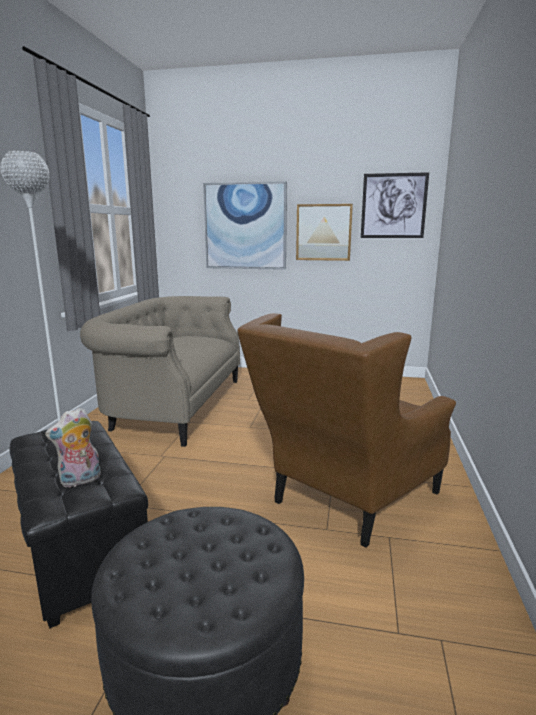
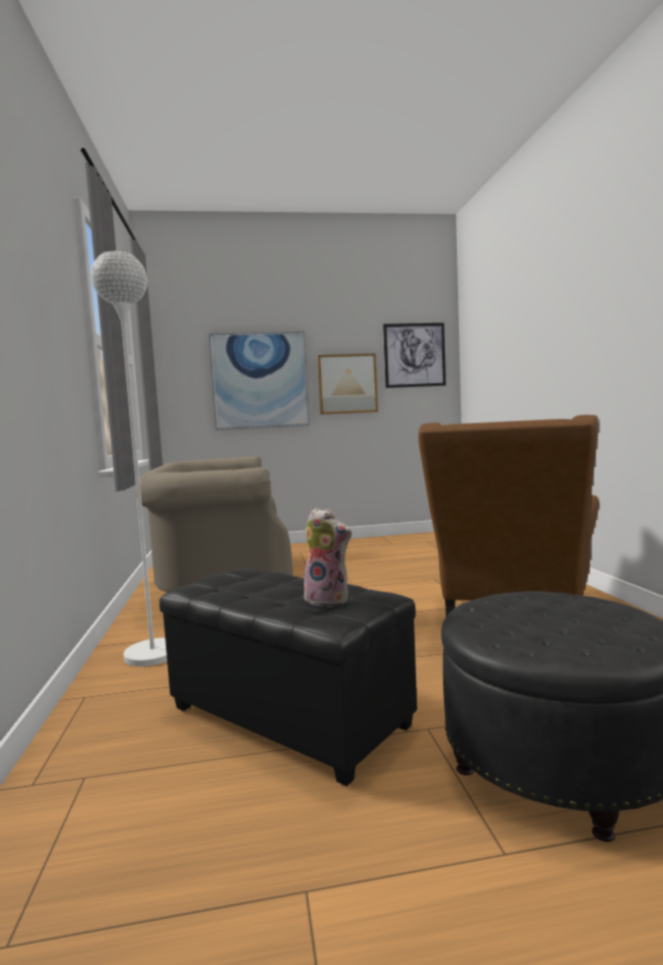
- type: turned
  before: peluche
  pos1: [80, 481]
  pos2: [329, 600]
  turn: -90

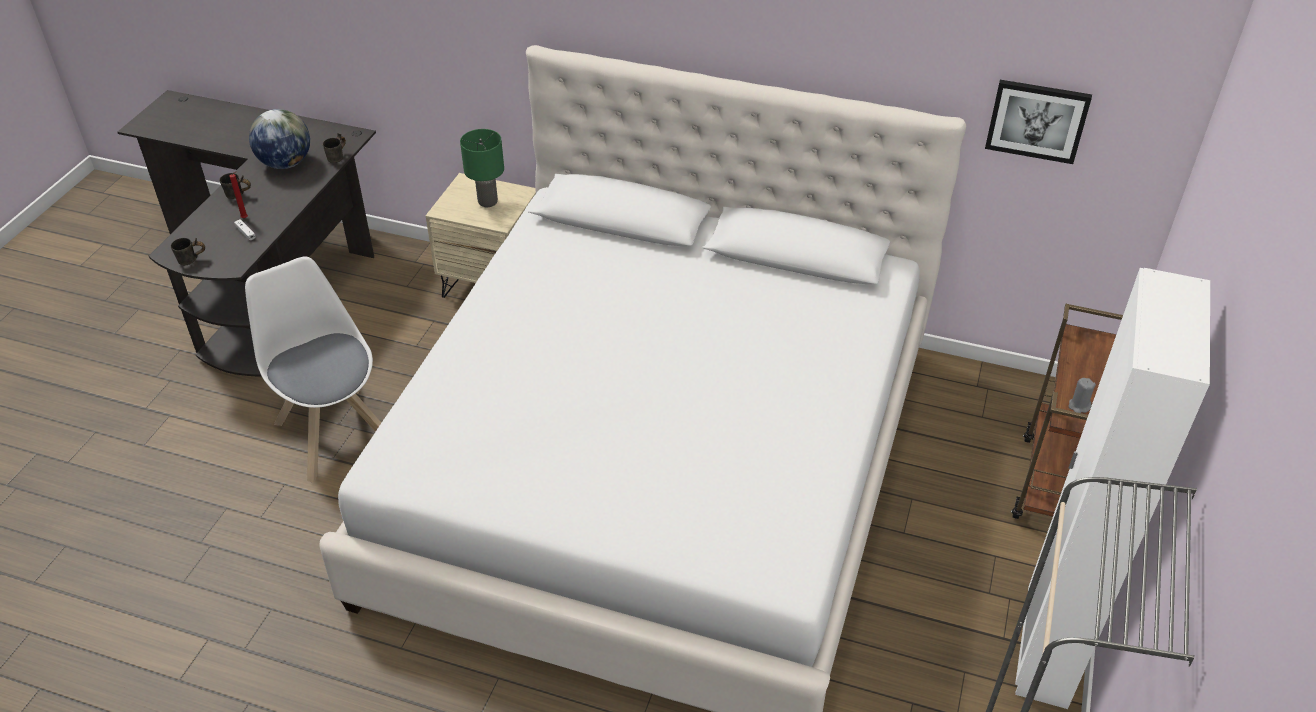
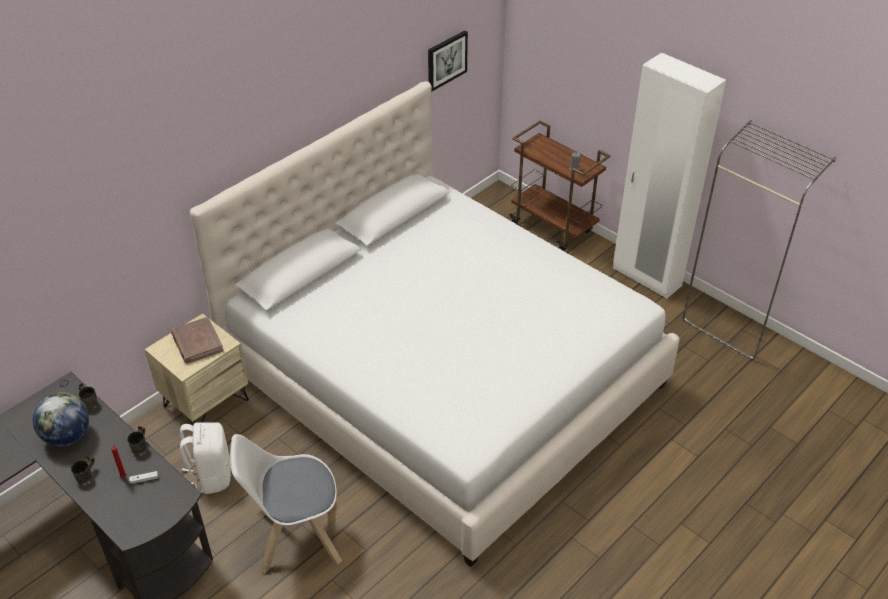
- type: moved
  before: taza grande/gris
  pos1: [191, 261]
  pos2: [142, 446]
- type: replaced
  before: lámpara de mesa/verde
  after: libro/marrón
  pos1: [489, 202]
  pos2: [197, 342]
- type: added
  after: mochila/blanco
  pos2: [211, 475]

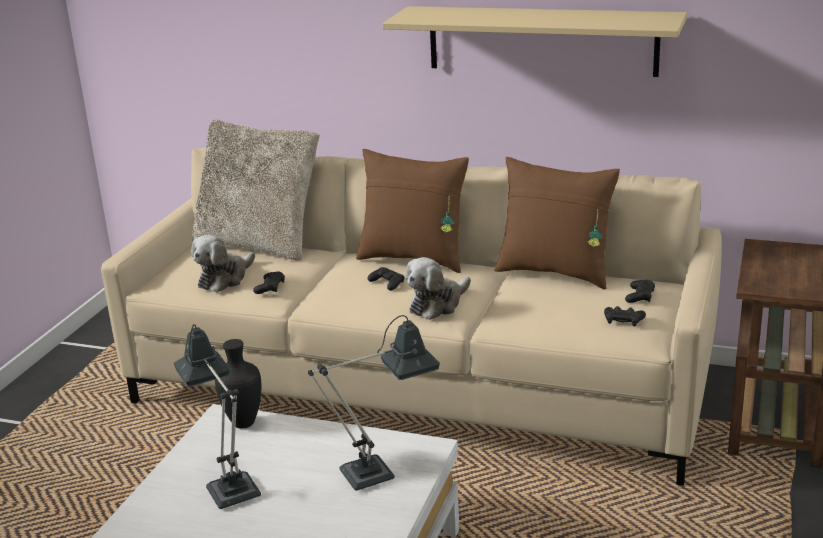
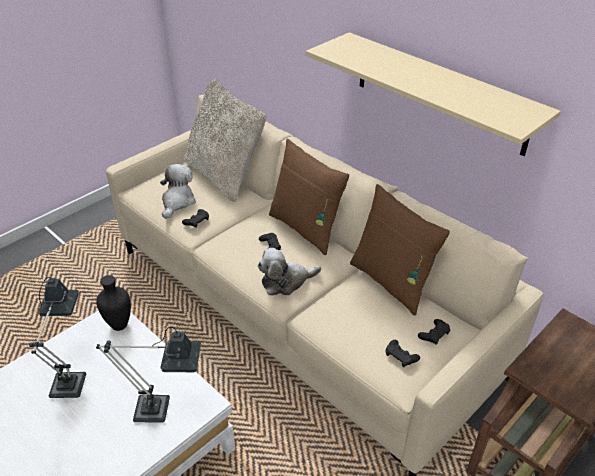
- type: turned
  before: peluche
  pos1: [224, 278]
  pos2: [177, 202]
  turn: 135

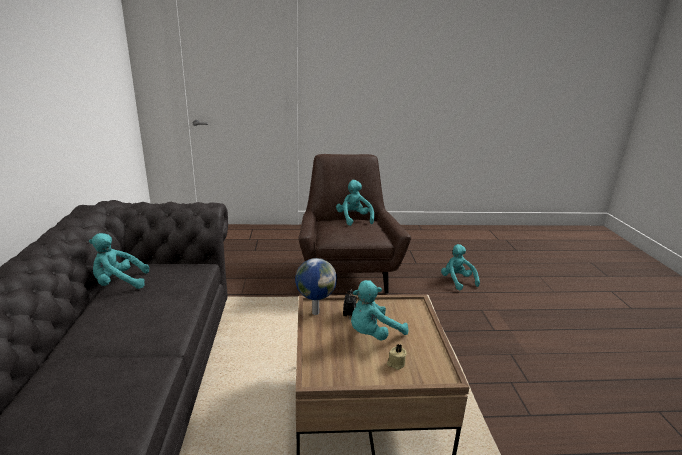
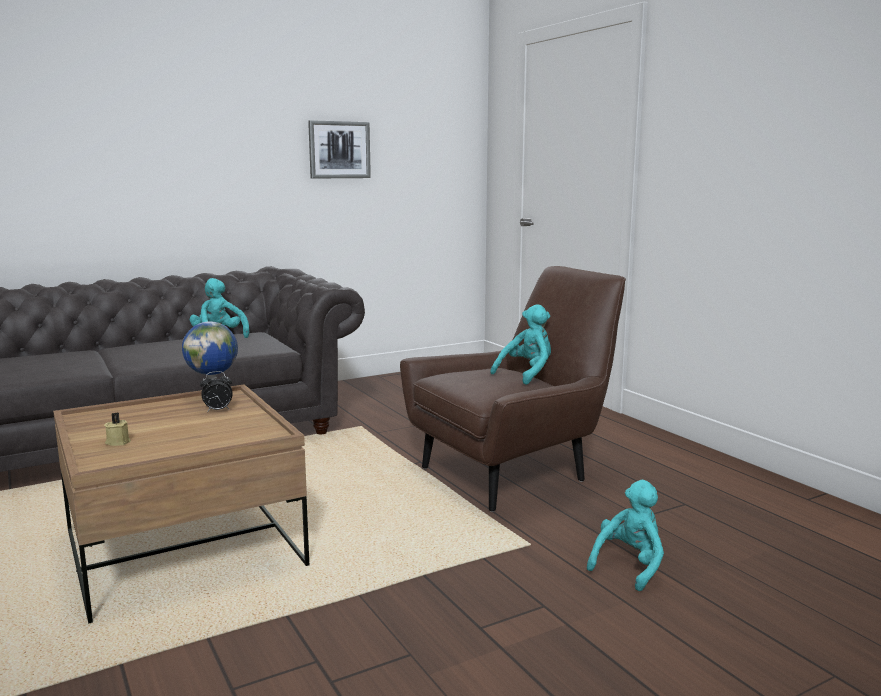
- type: added
  after: cuadro
  pos2: [339, 150]
- type: removed
  before: peluche/turquesa
  pos1: [373, 334]

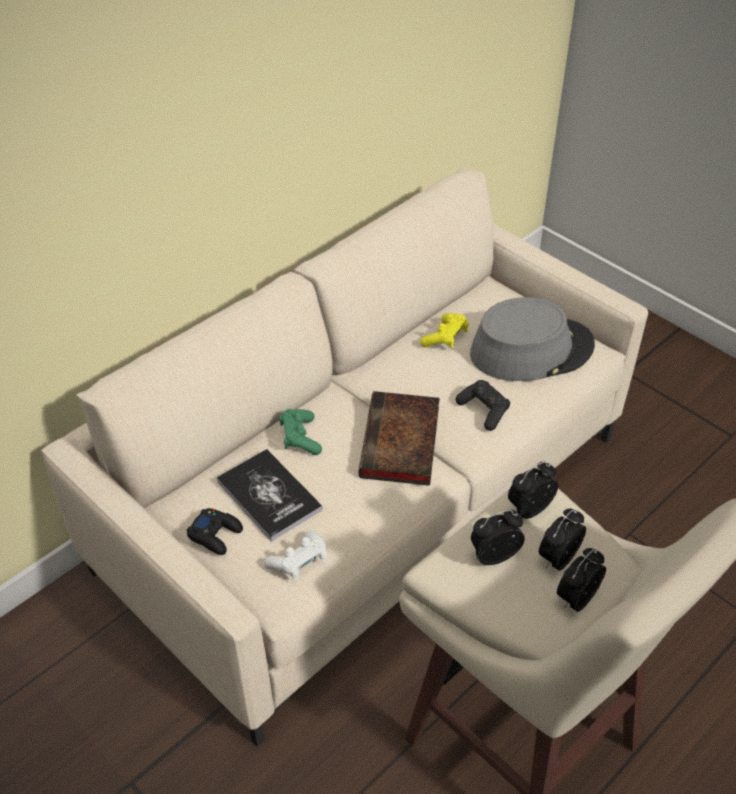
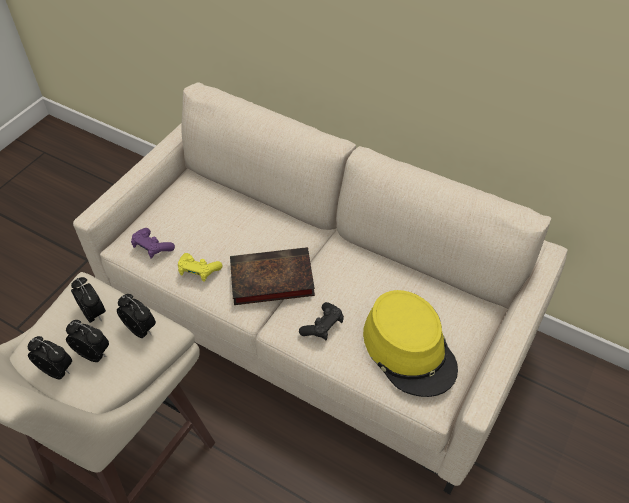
- type: recoloured
  before: mando de consola/blanco
  after: mando de consola/morado
  pos1: [299, 562]
  pos2: [152, 248]
- type: moved
  before: mando de consola/amarillo
  pos1: [445, 338]
  pos2: [198, 271]
- type: recoloured
  before: sombrero/gris
  after: sombrero/amarillo
  pos1: [531, 350]
  pos2: [409, 349]
- type: removed
  before: mando de consola/negro
  pos1: [215, 534]
- type: removed
  before: libro
  pos1: [269, 495]
- type: removed
  before: mando de consola/verde
  pos1: [300, 438]

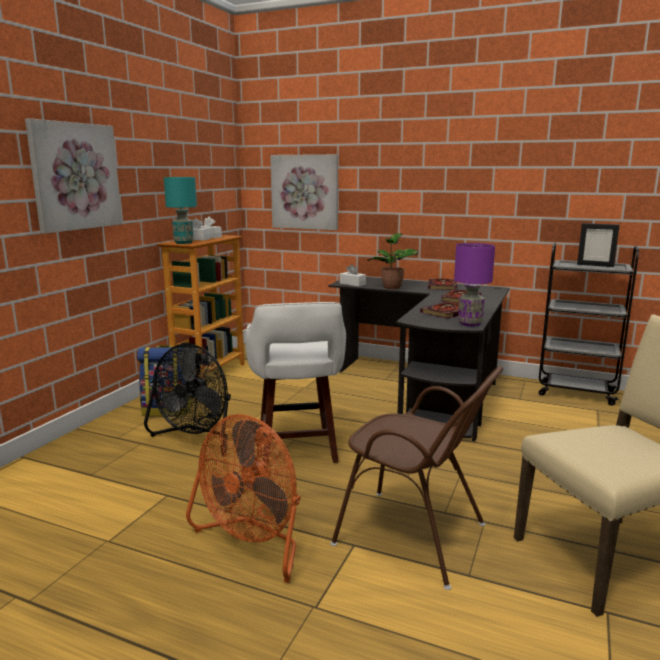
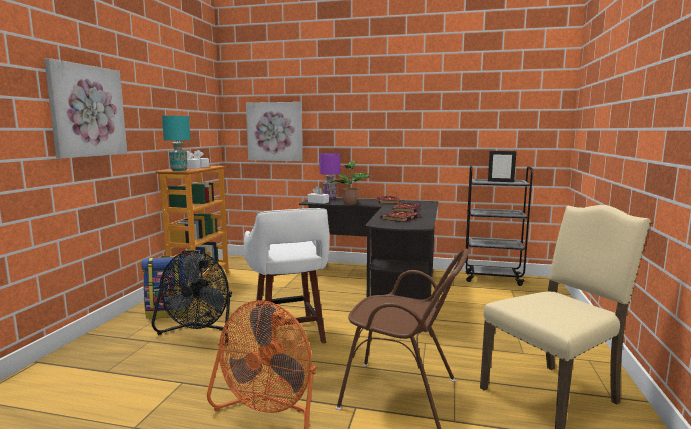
- type: moved
  before: lámpara de mesa/morado
  pos1: [469, 324]
  pos2: [329, 198]

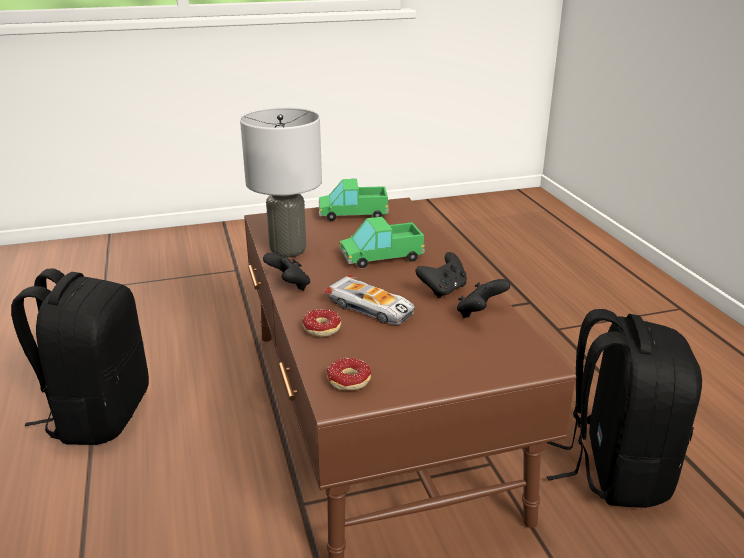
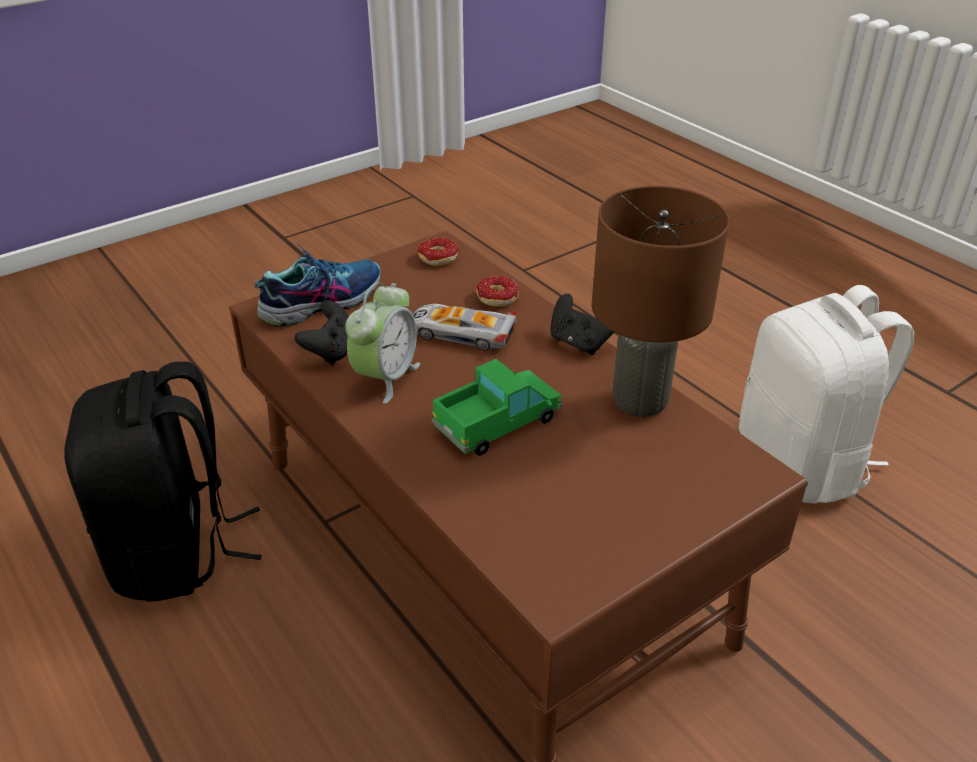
- type: added
  after: zapato
  pos2: [321, 301]
- type: replaced
  before: mando de consola/negro
  after: despertador
  pos1: [443, 290]
  pos2: [385, 378]
- type: recoloured
  before: lámpara de mesa/blanco
  after: lámpara de mesa/marrón
  pos1: [290, 251]
  pos2: [636, 403]
- type: recoloured
  before: mochila/negro
  after: mochila/blanco
  pos1: [99, 414]
  pos2: [803, 464]
- type: removed
  before: camión de juguete
  pos1: [353, 213]

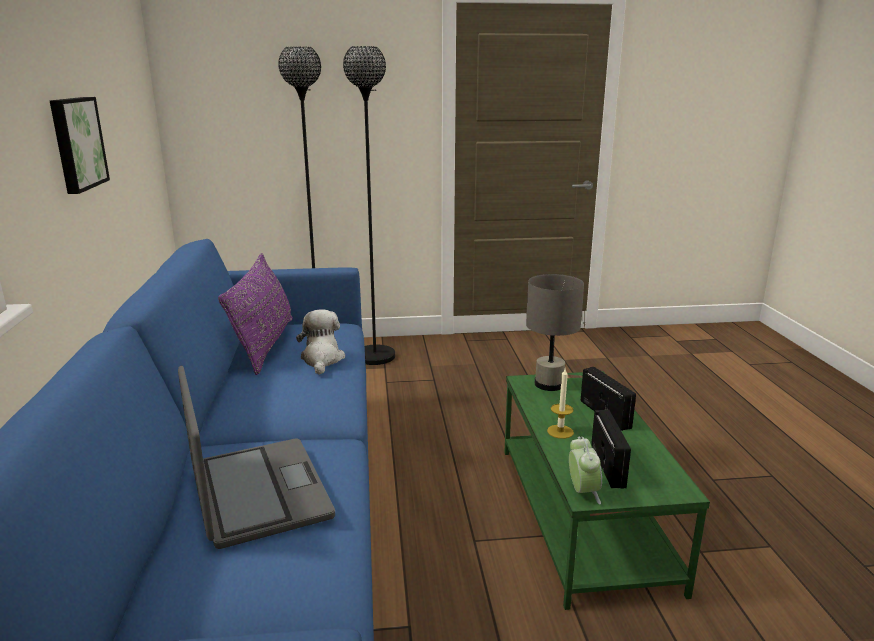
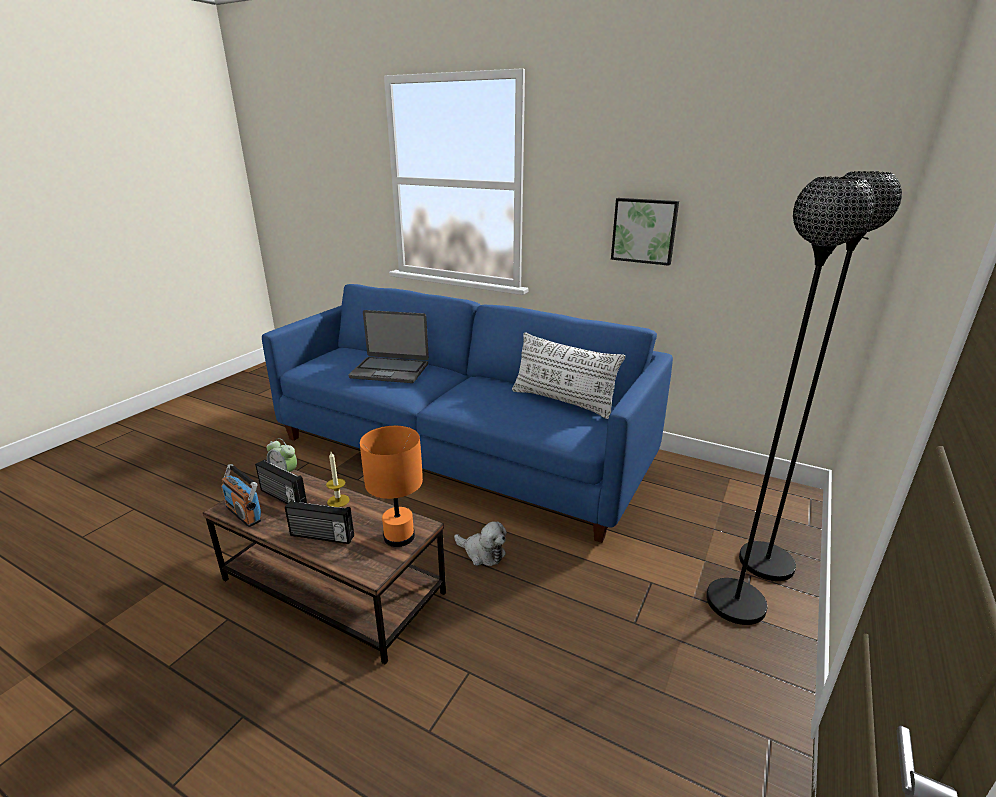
- type: recoloured
  before: mesa de centro/verde
  after: mesa de centro/marrón
  pos1: [581, 513]
  pos2: [334, 585]
- type: added
  after: radio
  pos2: [244, 513]
- type: recoloured
  before: lámpara de mesa/gris
  after: lámpara de mesa/naranja
  pos1: [550, 384]
  pos2: [398, 537]
- type: moved
  before: peluche
  pos1: [322, 359]
  pos2: [482, 553]
- type: recoloured
  before: cojín/morado
  after: cojín/blanco
  pos1: [265, 344]
  pos2: [563, 402]

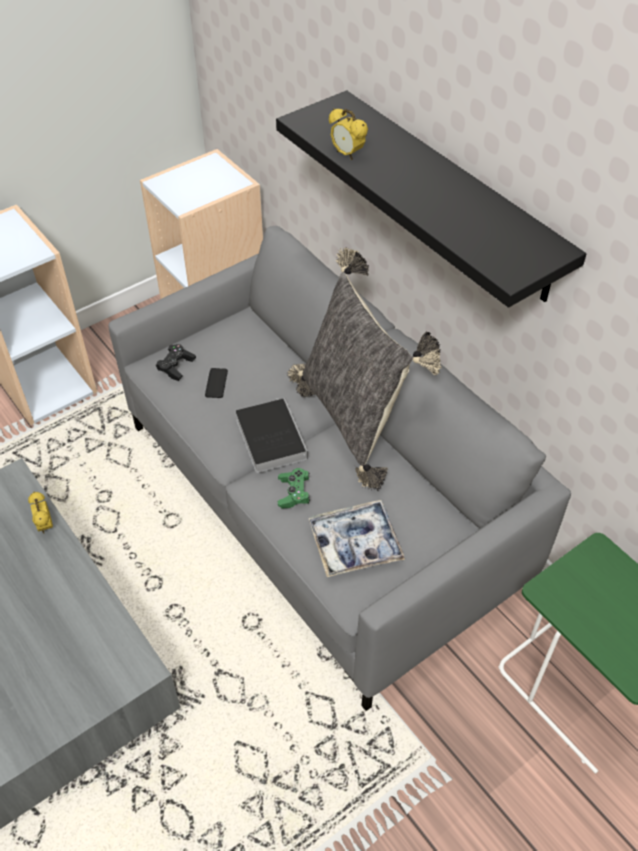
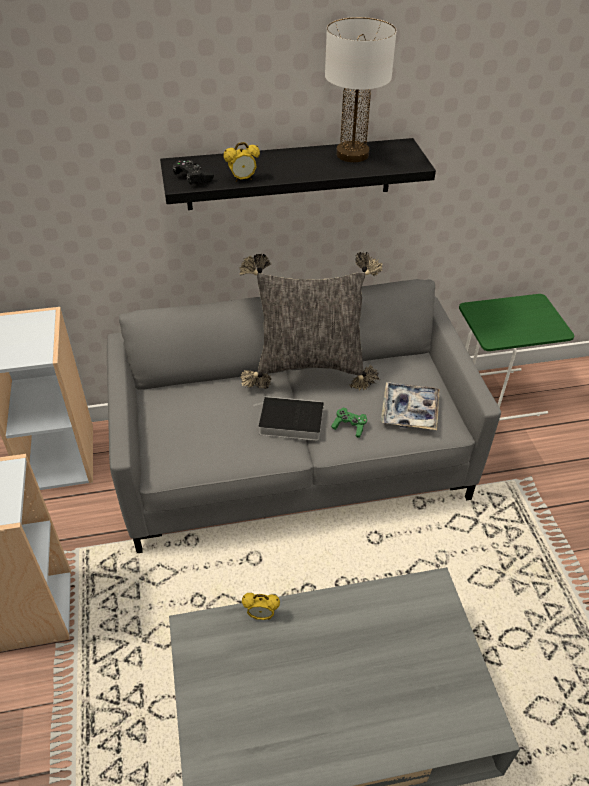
- type: moved
  before: mando de consola/negro
  pos1: [176, 367]
  pos2: [193, 178]
- type: added
  after: lámpara de mesa
  pos2: [352, 155]
- type: removed
  before: móvil
  pos1: [216, 383]

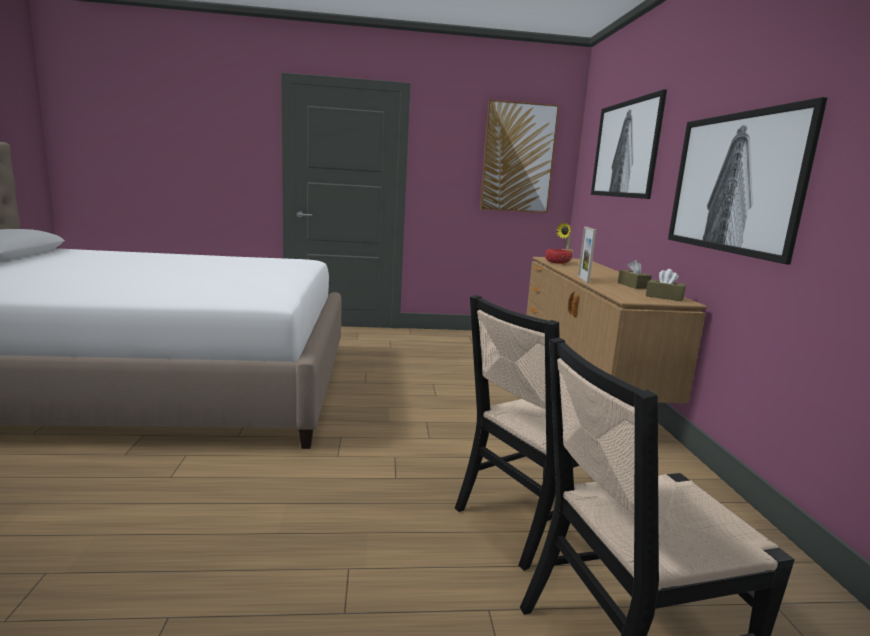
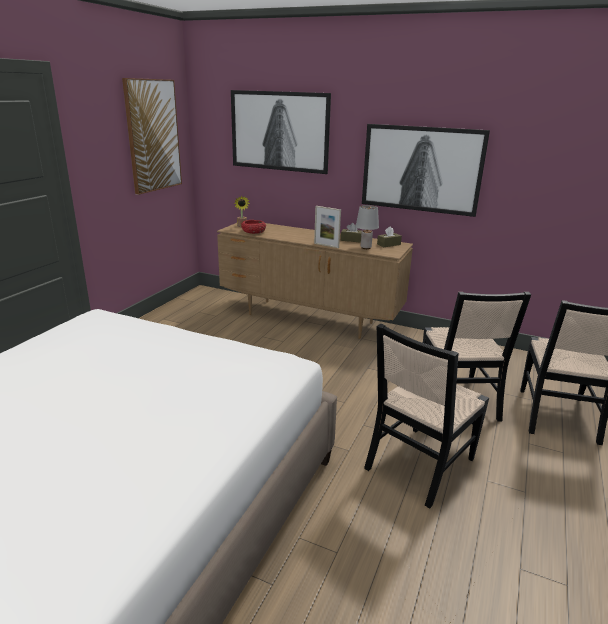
- type: added
  after: lámpara de mesa/gris
  pos2: [365, 248]
- type: added
  after: silla
  pos2: [420, 465]

